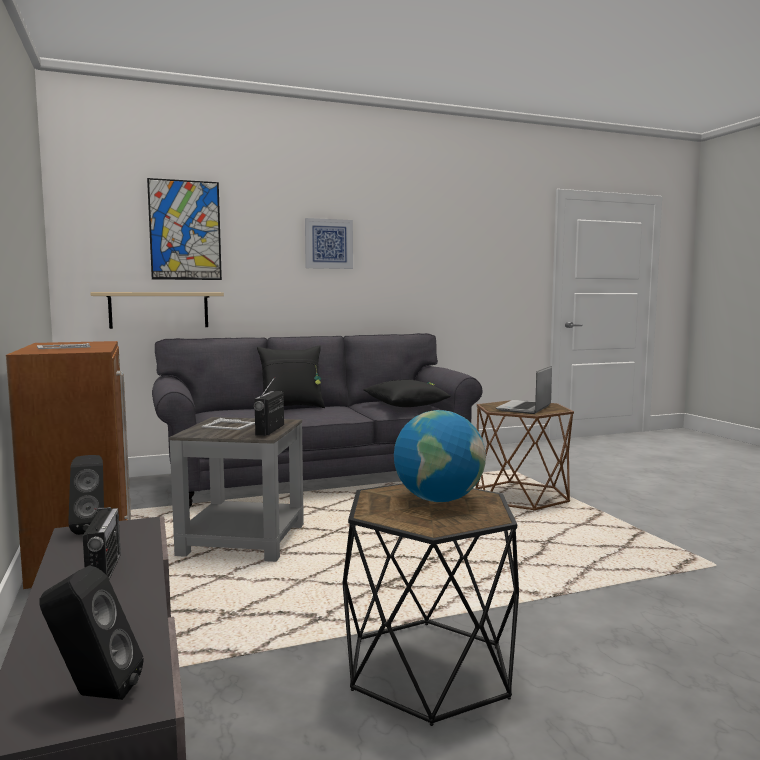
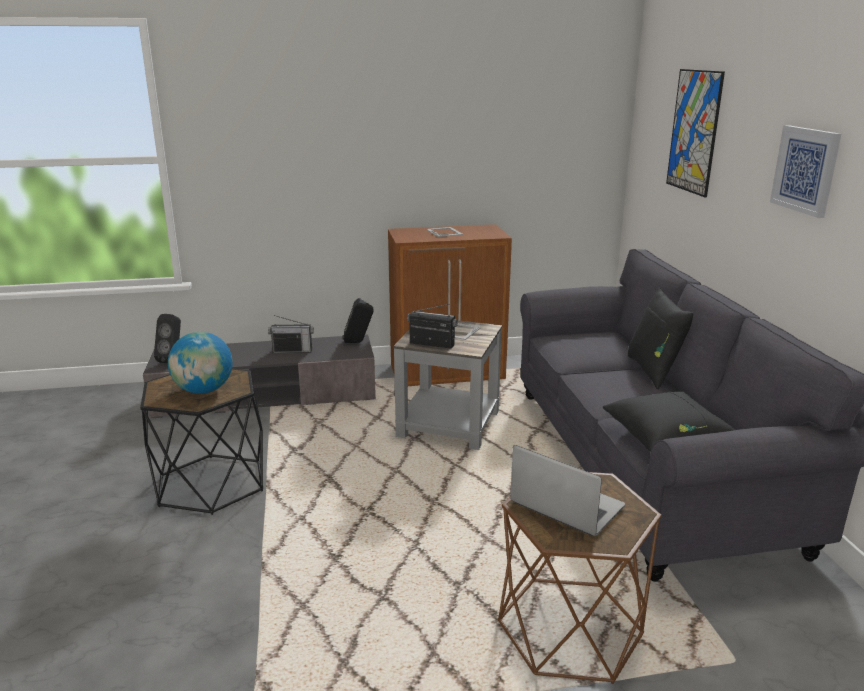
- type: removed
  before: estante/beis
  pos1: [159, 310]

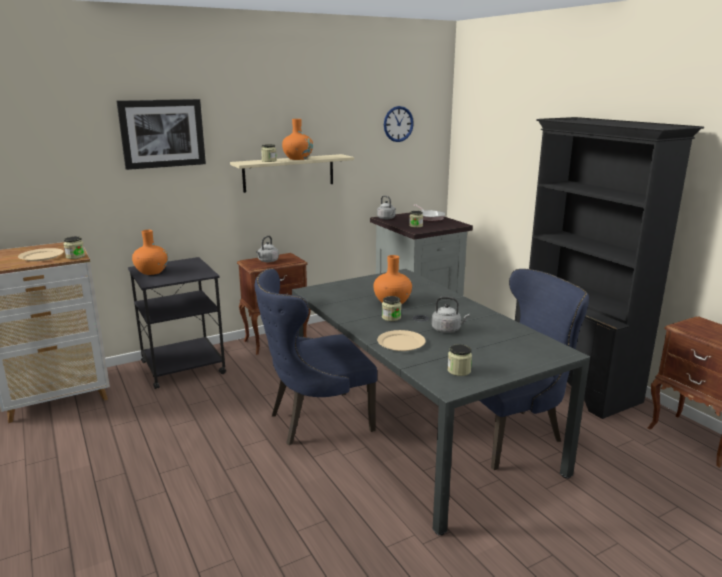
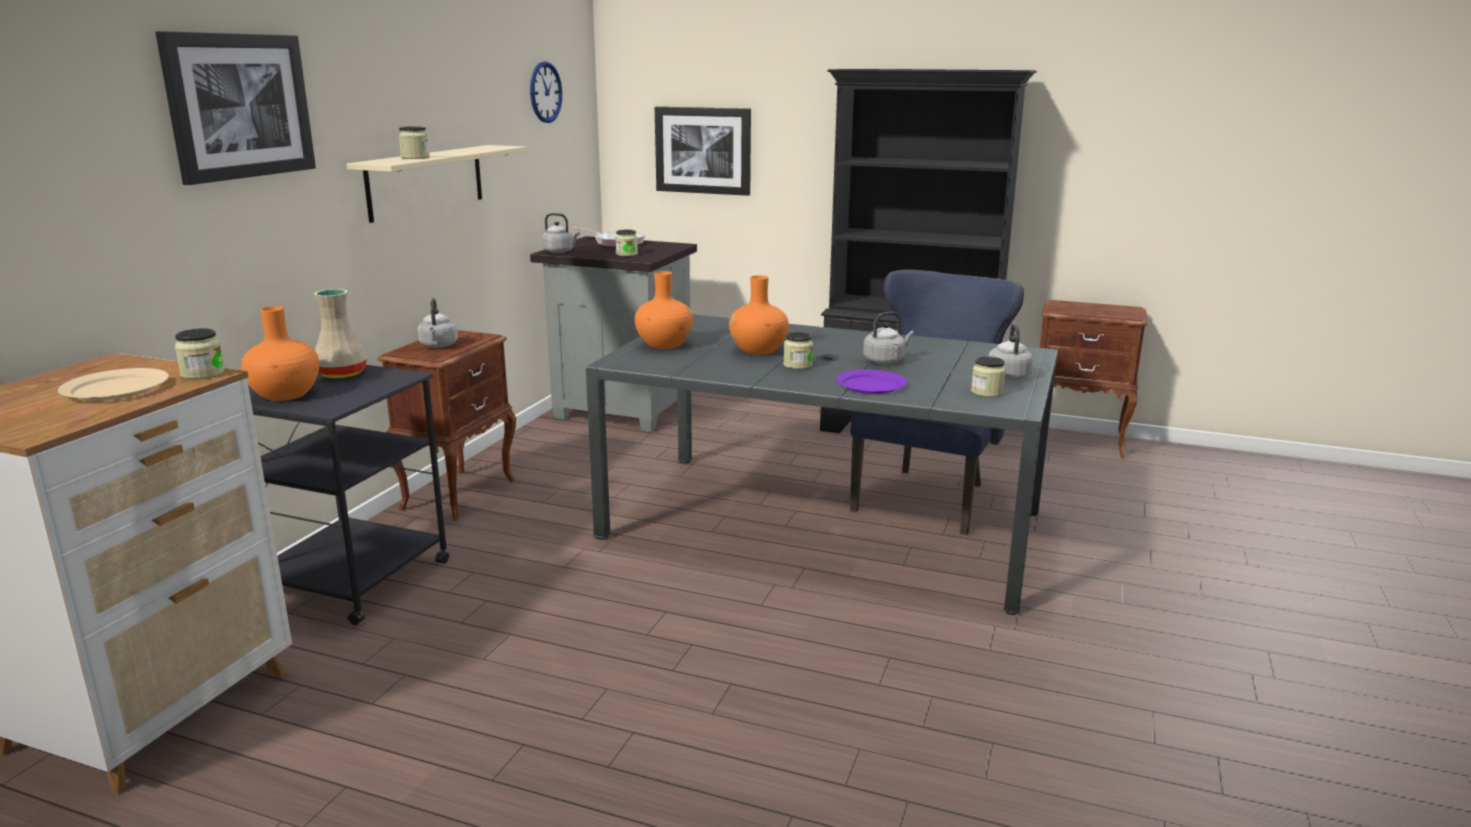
- type: added
  after: florero/beis
  pos2: [341, 374]
- type: moved
  before: florero/naranja
  pos1: [298, 158]
  pos2: [664, 344]
- type: added
  after: cuadro
  pos2: [703, 150]
- type: recoloured
  before: plato/beis
  after: plato/morado
  pos1: [401, 343]
  pos2: [871, 385]
- type: added
  after: hervidor/gris
  pos2: [1008, 376]
- type: removed
  before: silla/azul
  pos1: [316, 420]

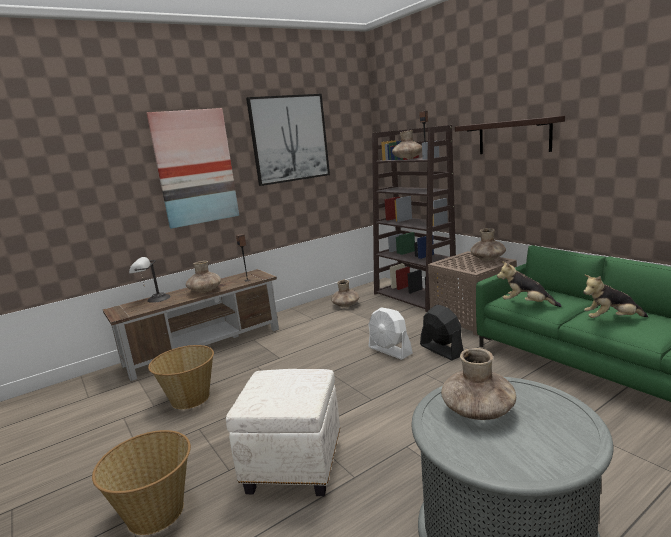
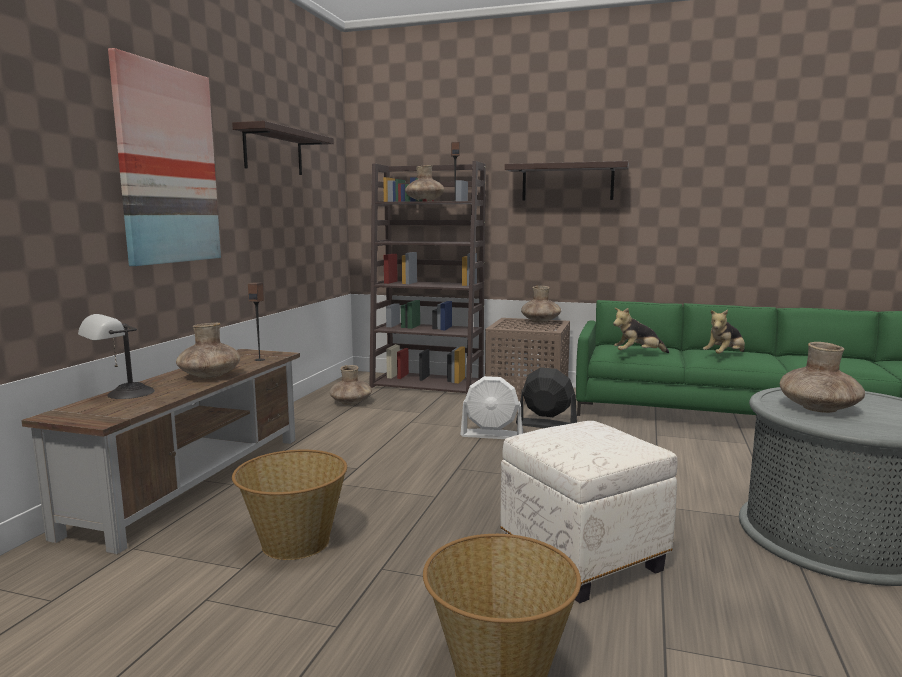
- type: replaced
  before: cuadro
  after: estante
  pos1: [289, 139]
  pos2: [273, 151]

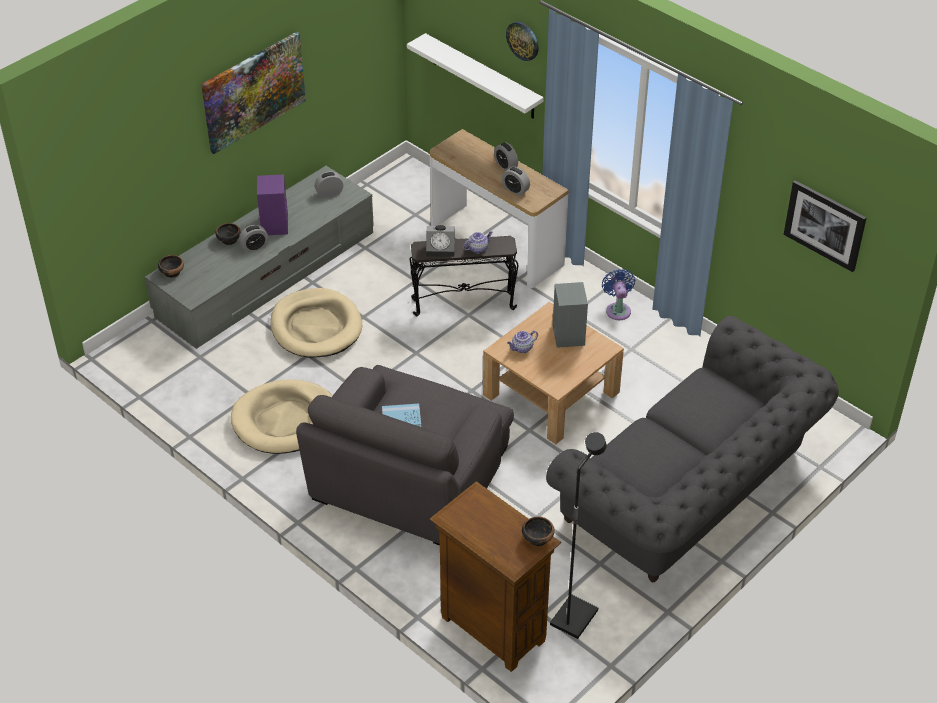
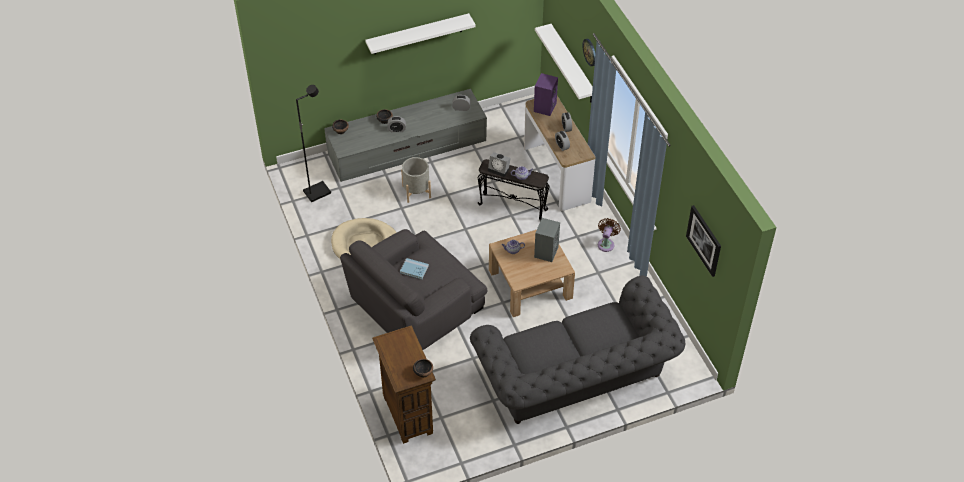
- type: moved
  before: lámpara de pie/negro
  pos1: [573, 617]
  pos2: [317, 192]
- type: replaced
  before: cuadro
  after: estante/blanco
  pos1: [253, 91]
  pos2: [418, 34]
- type: replaced
  before: cama para perro/beis
  after: maceta/gris
  pos1: [316, 327]
  pos2: [416, 191]
- type: moved
  before: altavoz/morado
  pos1: [274, 224]
  pos2: [544, 107]
- type: recoloured
  before: ventilador/azul
  after: ventilador/marrón
  pos1: [618, 309]
  pos2: [606, 243]

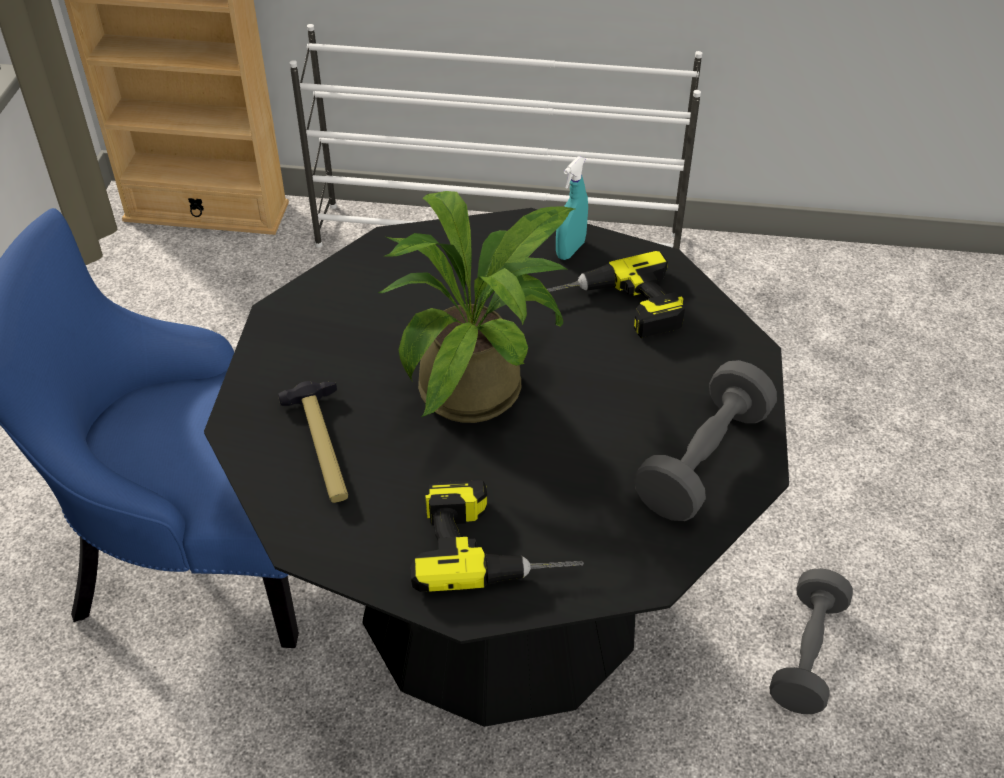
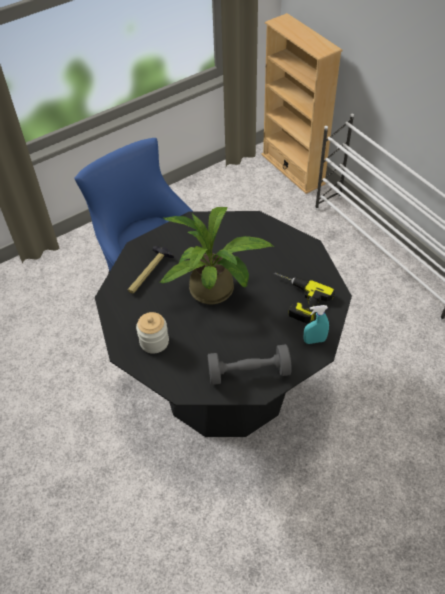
- type: replaced
  before: taladro
  after: tarro
  pos1: [494, 543]
  pos2: [154, 342]
- type: moved
  before: pulverizador/turquesa
  pos1: [570, 250]
  pos2: [314, 340]
- type: removed
  before: mancuerna/gris
  pos1: [807, 654]

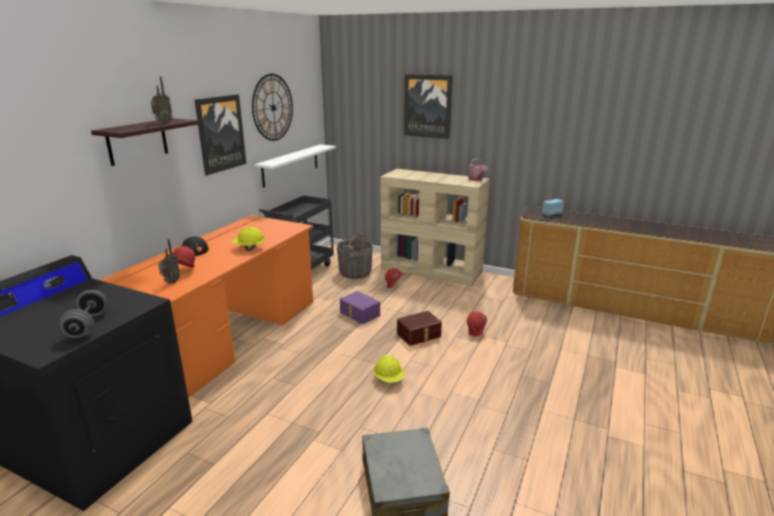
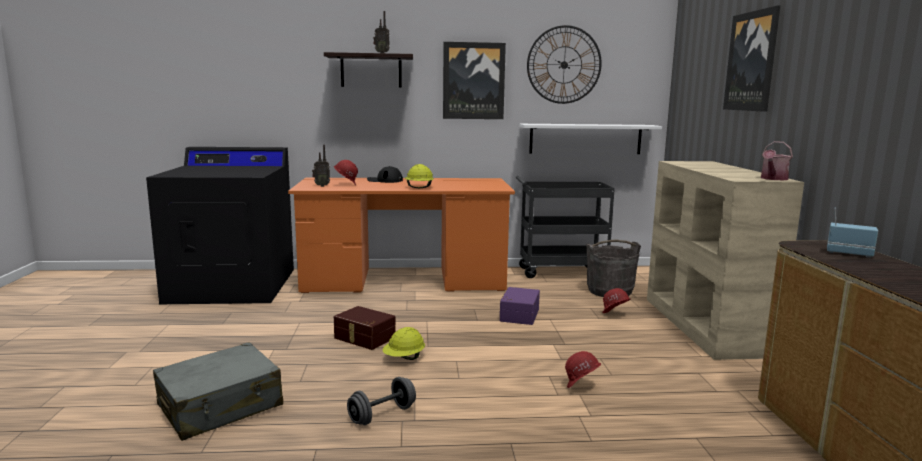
- type: moved
  before: caja de almacenaje/marrón
  pos1: [419, 335]
  pos2: [364, 338]
- type: moved
  before: mancuerna/gris
  pos1: [88, 325]
  pos2: [382, 415]

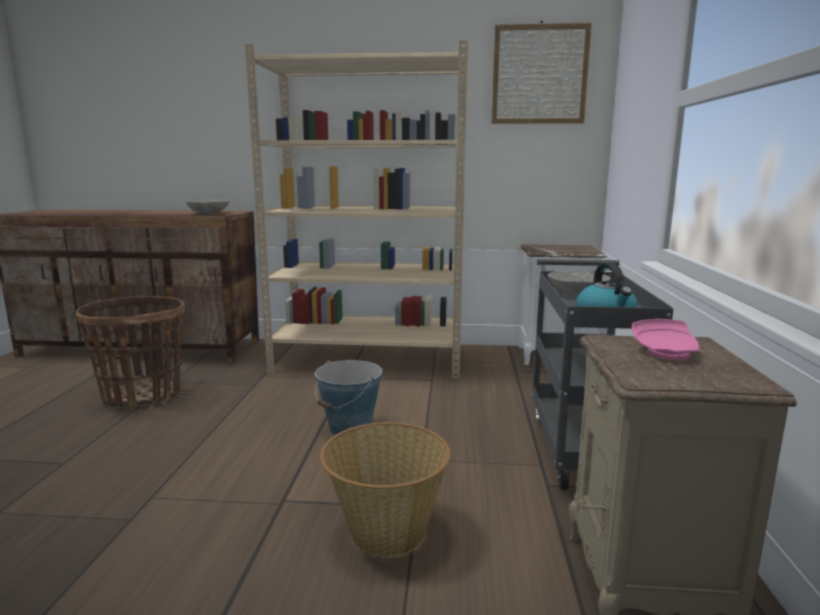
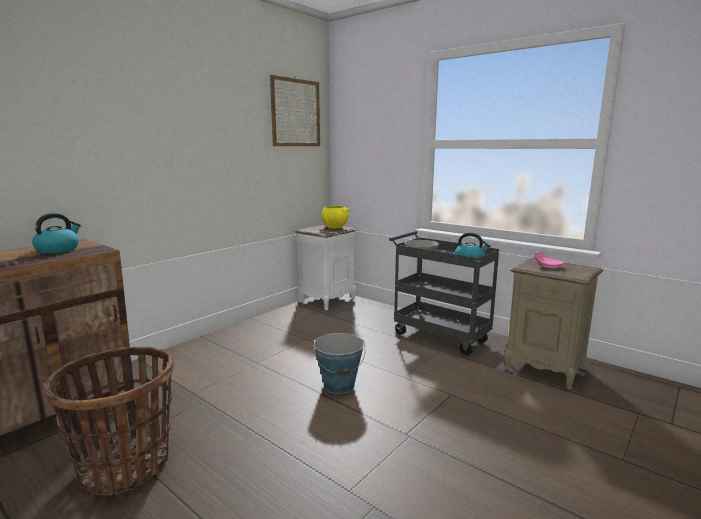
- type: replaced
  before: cuenco/gris
  after: hervidor
  pos1: [209, 213]
  pos2: [58, 249]
- type: added
  after: cuenco/amarillo
  pos2: [335, 227]
- type: removed
  before: estantería/beis
  pos1: [369, 358]
- type: removed
  before: cesta
  pos1: [386, 531]

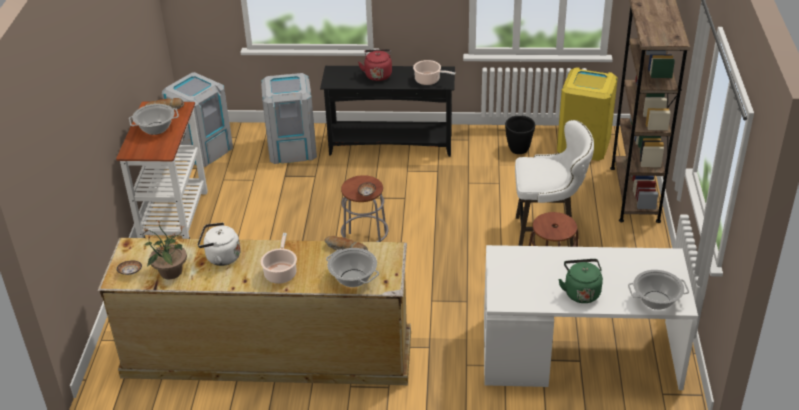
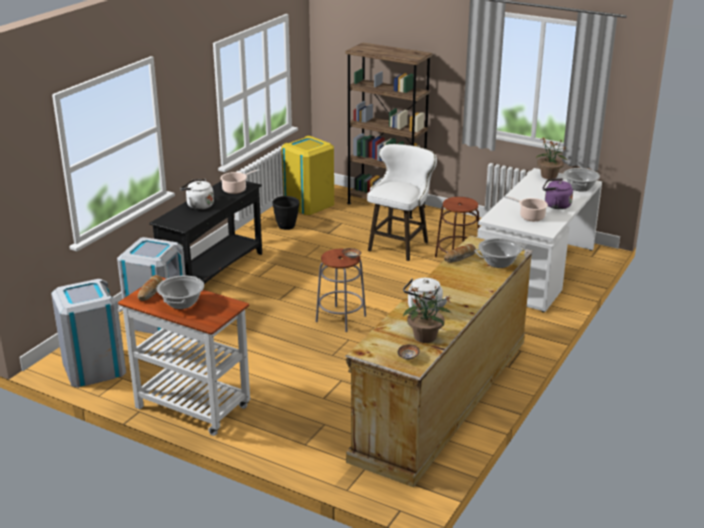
- type: recoloured
  before: hervidor/rojo
  after: hervidor/blanco
  pos1: [378, 75]
  pos2: [198, 205]
- type: moved
  before: olla
  pos1: [281, 272]
  pos2: [530, 216]
- type: added
  after: planta en maceta
  pos2: [549, 176]
- type: recoloured
  before: hervidor/verde
  after: hervidor/morado
  pos1: [581, 292]
  pos2: [555, 205]

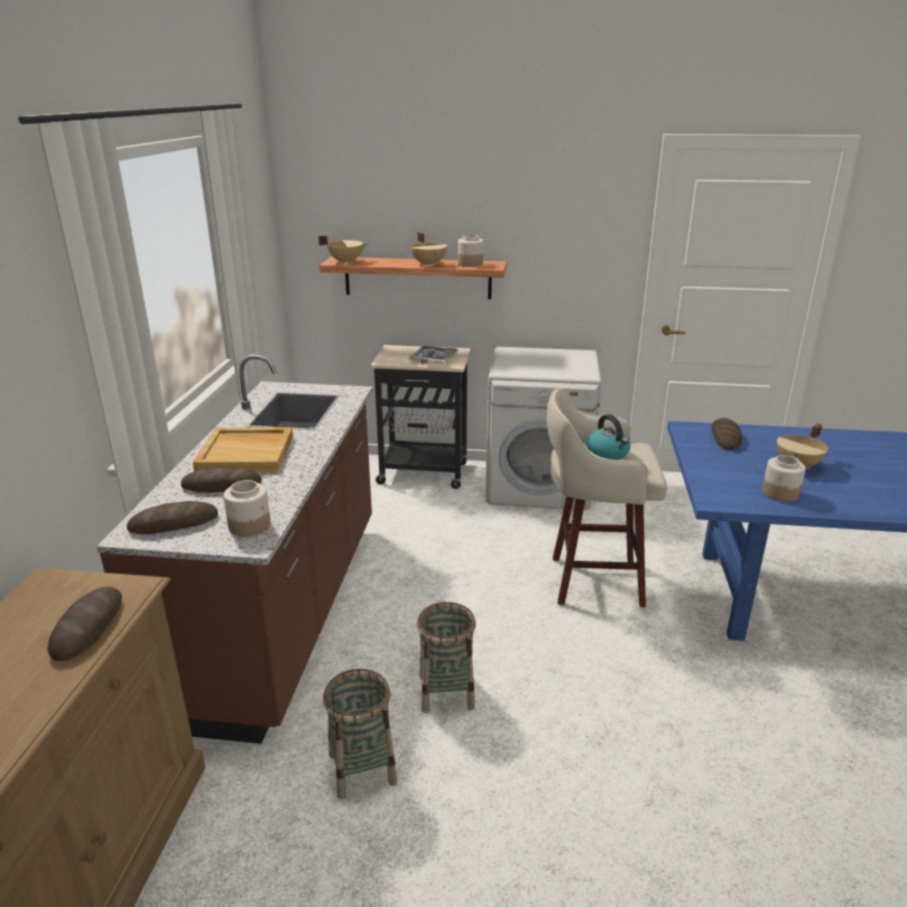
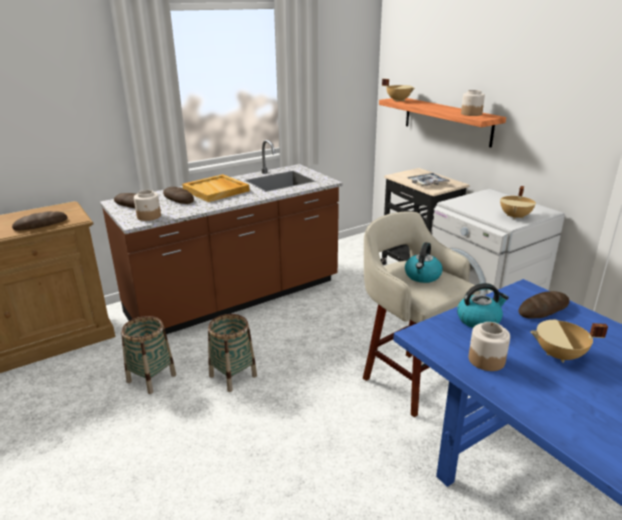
- type: added
  after: hervidor
  pos2: [479, 320]
- type: moved
  before: olla/beis
  pos1: [429, 264]
  pos2: [515, 216]

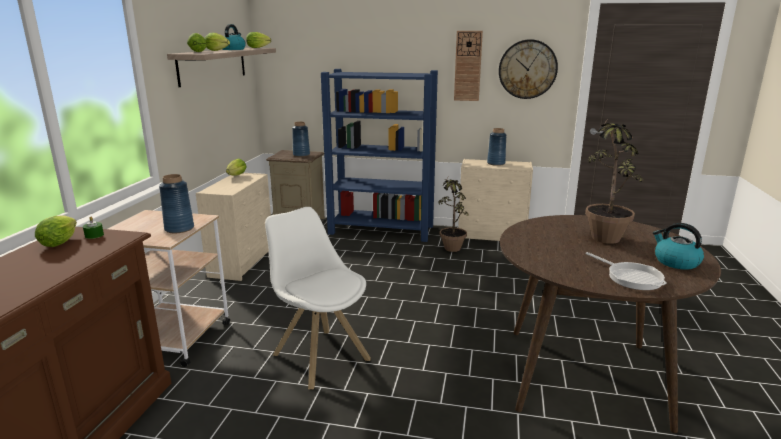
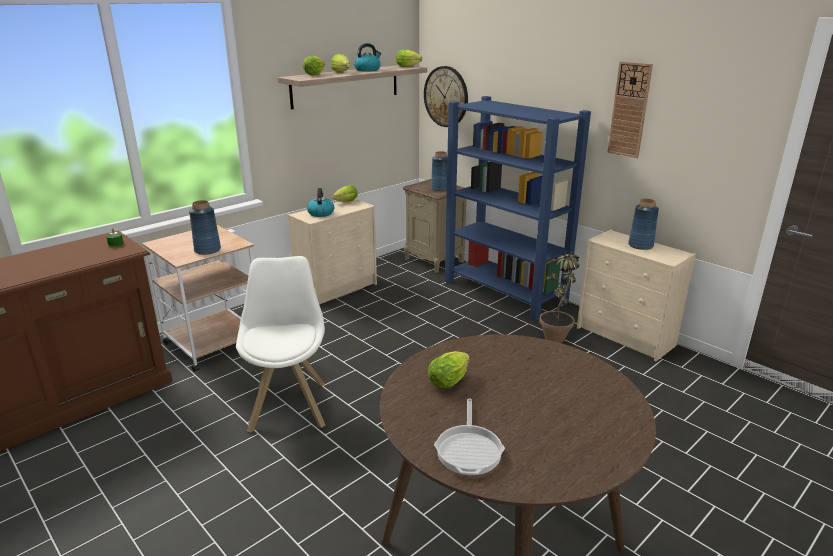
- type: moved
  before: hervidor
  pos1: [675, 262]
  pos2: [320, 213]
- type: moved
  before: reloj de pared
  pos1: [527, 69]
  pos2: [446, 96]
- type: moved
  before: lechuga
  pos1: [61, 242]
  pos2: [450, 380]
- type: removed
  before: planta en maceta
  pos1: [603, 234]

